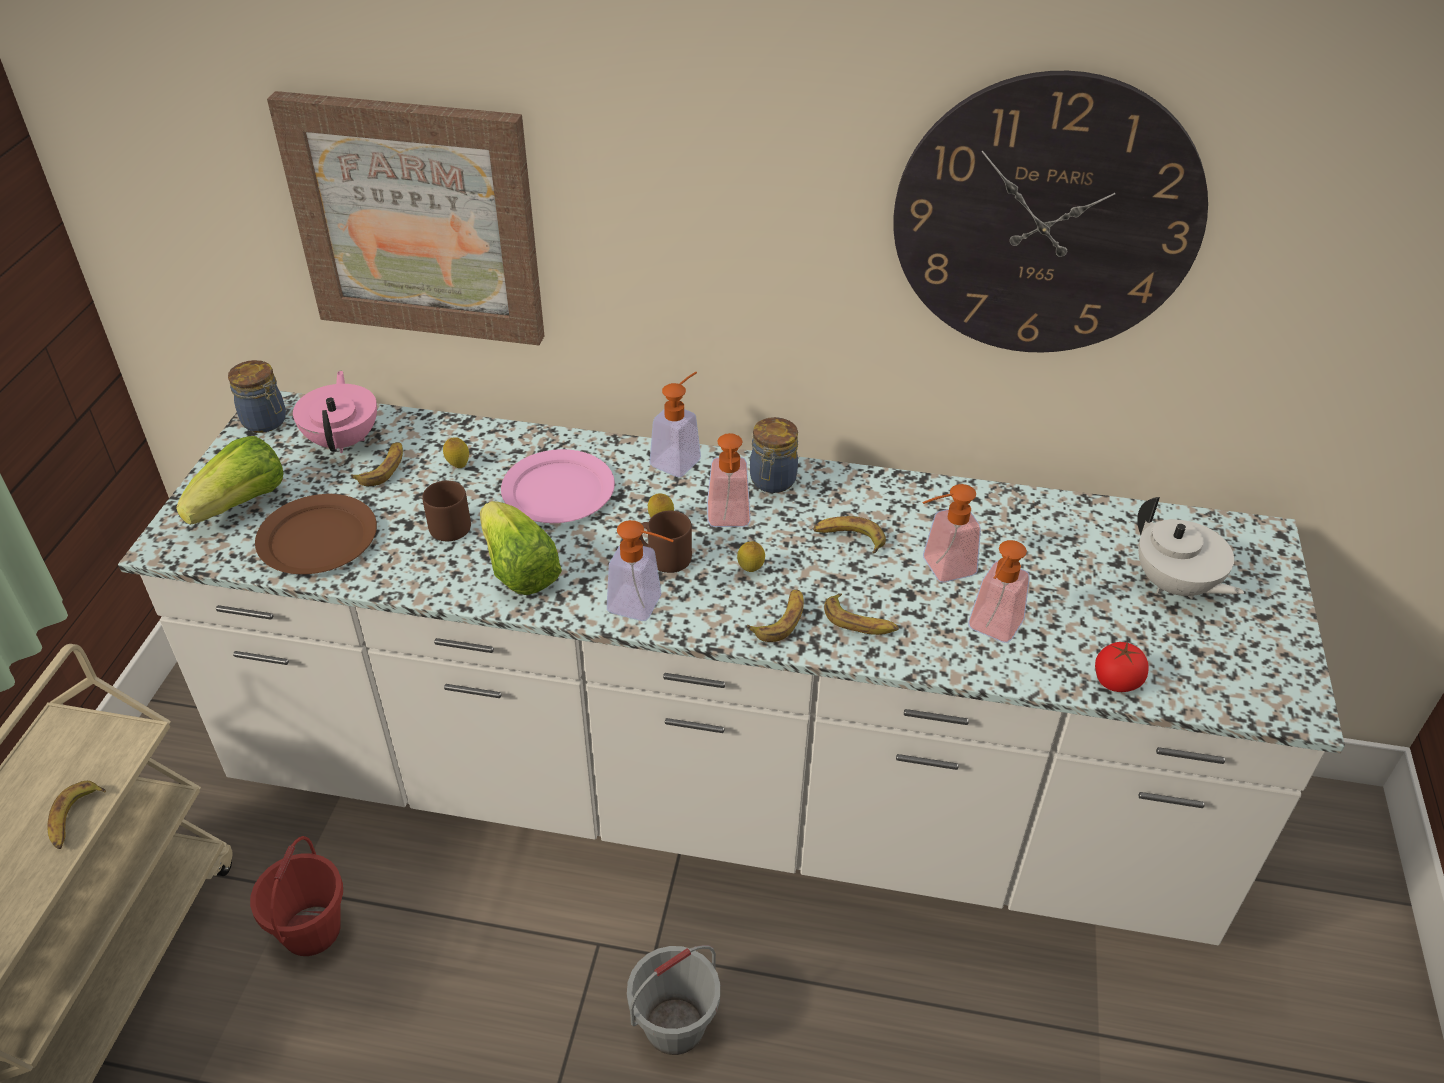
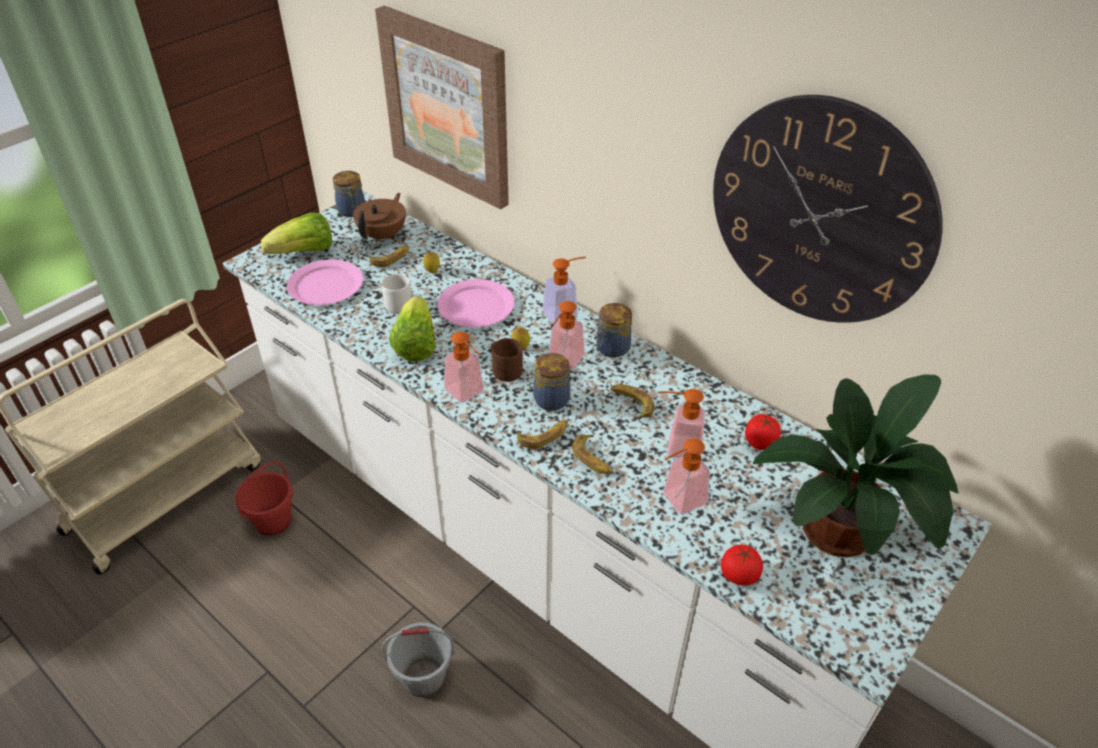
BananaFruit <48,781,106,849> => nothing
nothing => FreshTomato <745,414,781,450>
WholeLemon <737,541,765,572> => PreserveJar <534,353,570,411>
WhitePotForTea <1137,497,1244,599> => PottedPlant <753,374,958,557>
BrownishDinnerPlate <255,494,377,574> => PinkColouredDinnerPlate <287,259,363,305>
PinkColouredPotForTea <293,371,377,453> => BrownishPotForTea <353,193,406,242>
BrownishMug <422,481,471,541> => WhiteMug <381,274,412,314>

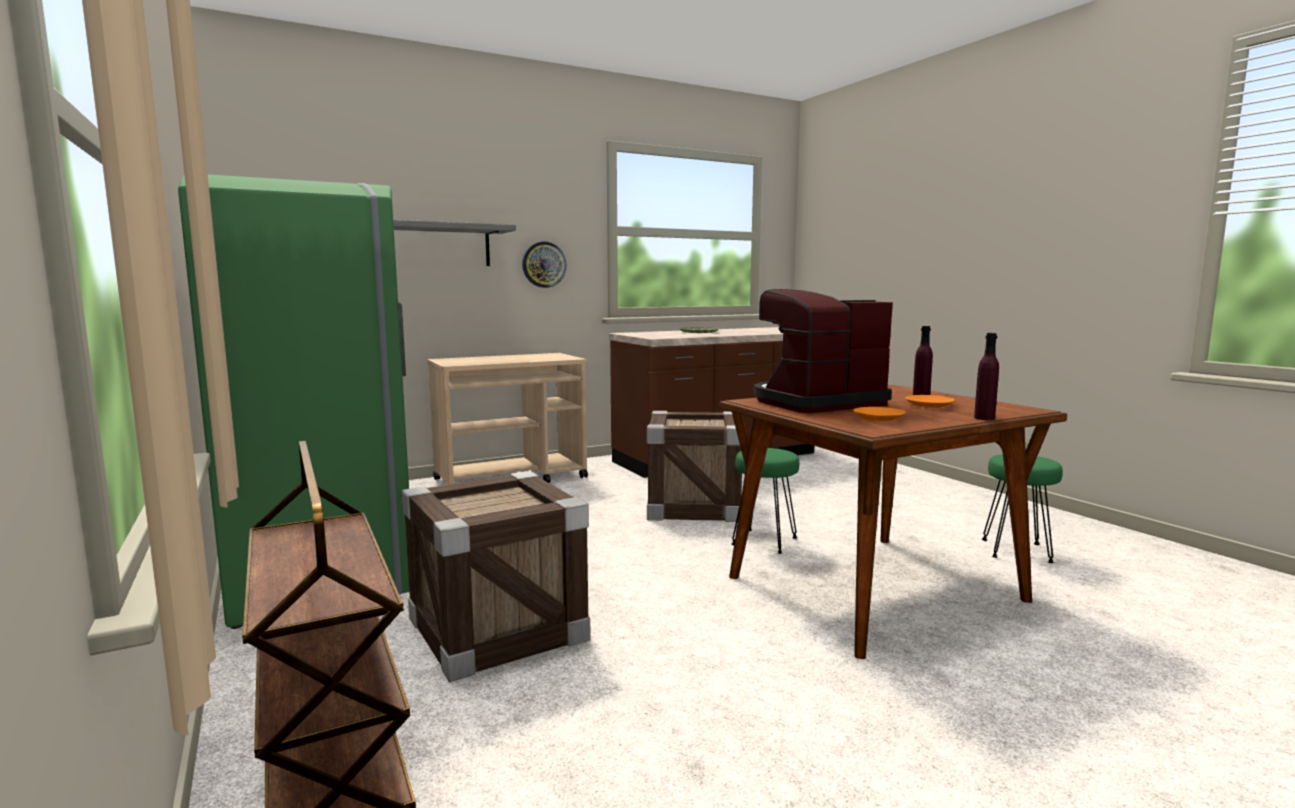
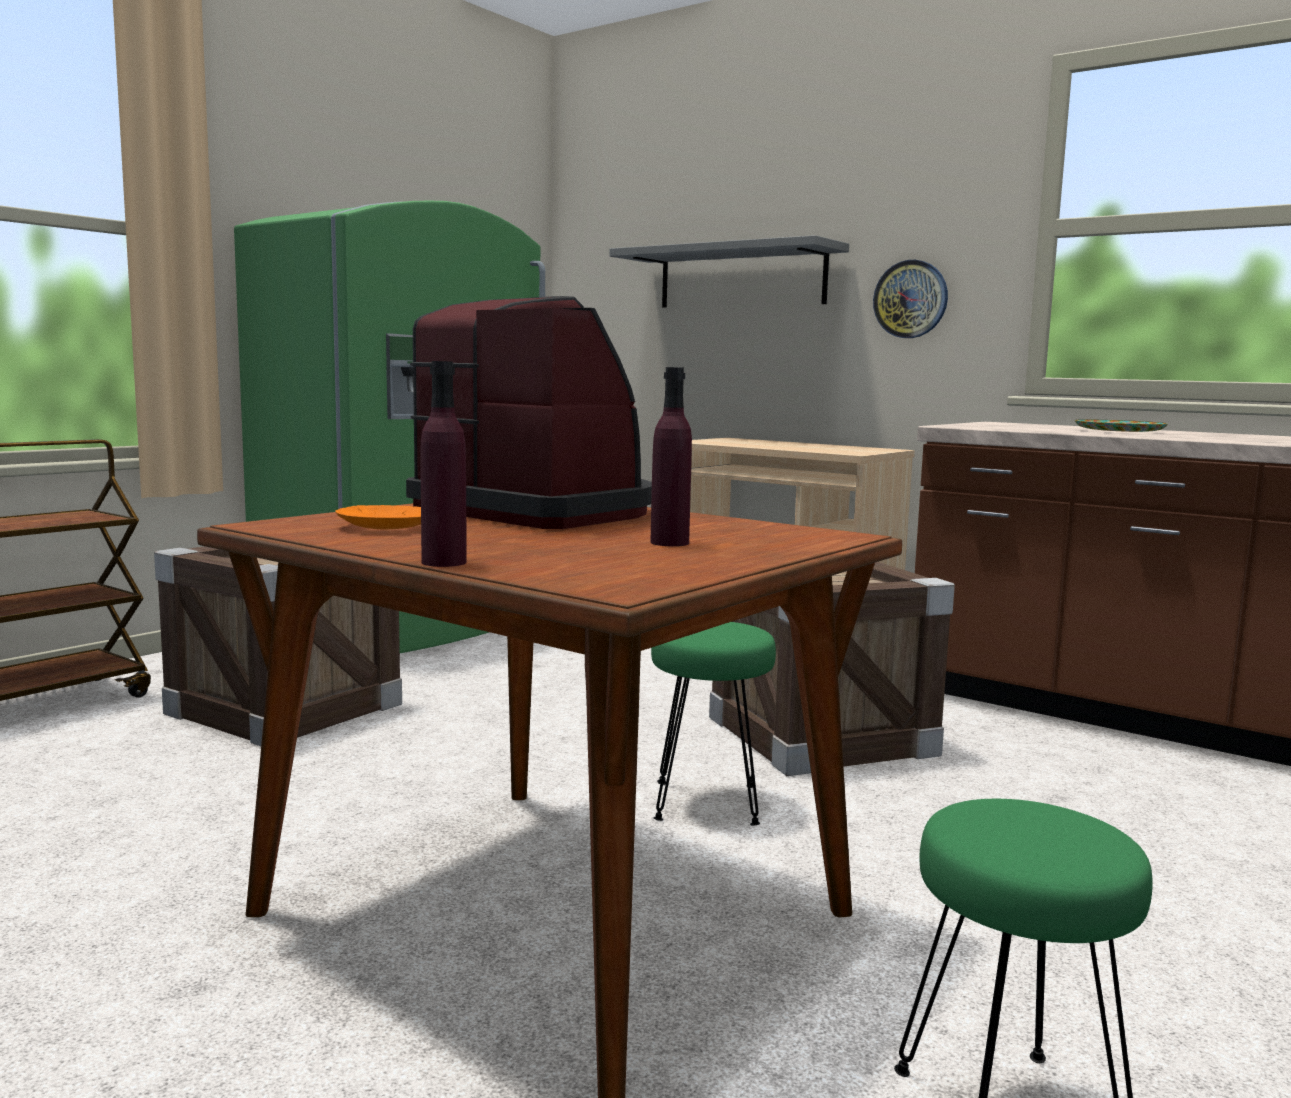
OrangeyDinnerPlate <905,395,955,408> => nothing

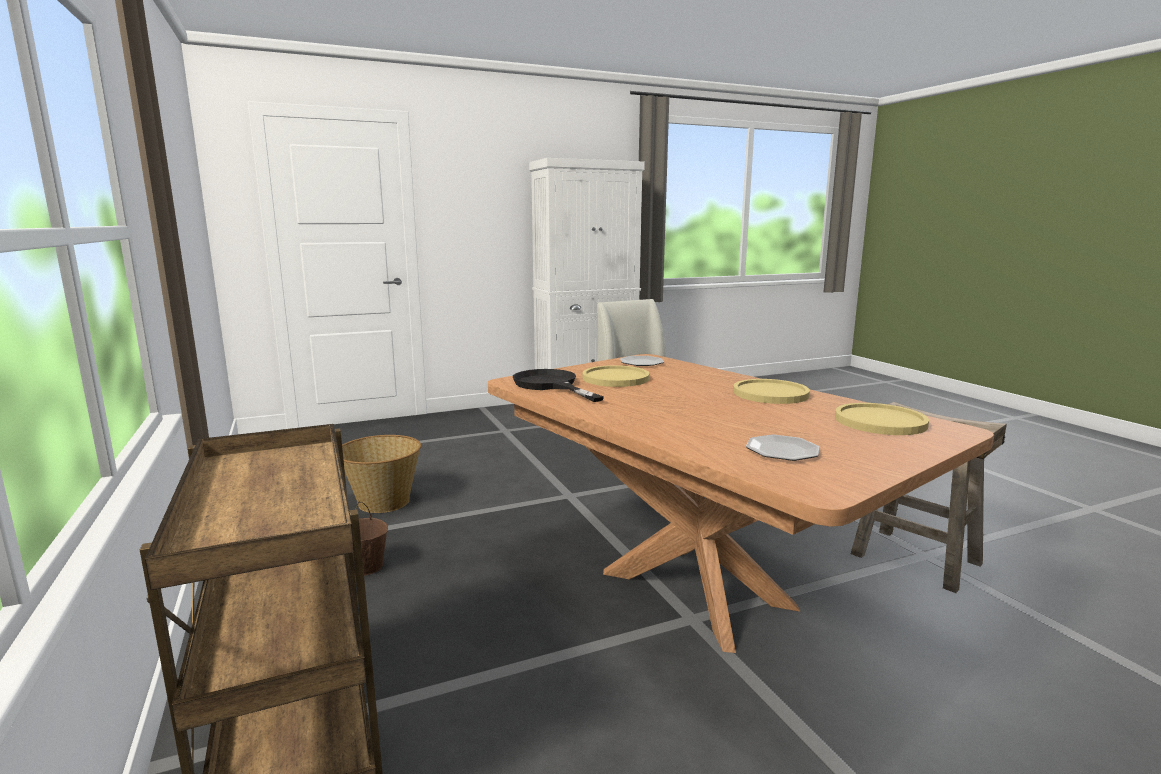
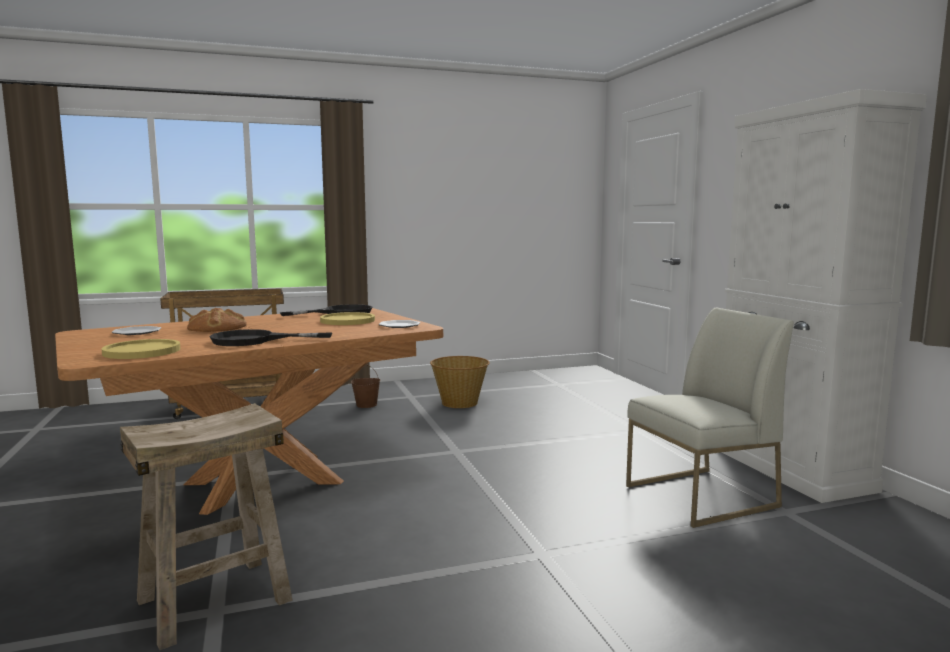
nothing => BakedBread <187,308,247,332>
YellowColouredDinnerPlate <733,379,810,404> => BlackishSkillet <210,329,332,346>

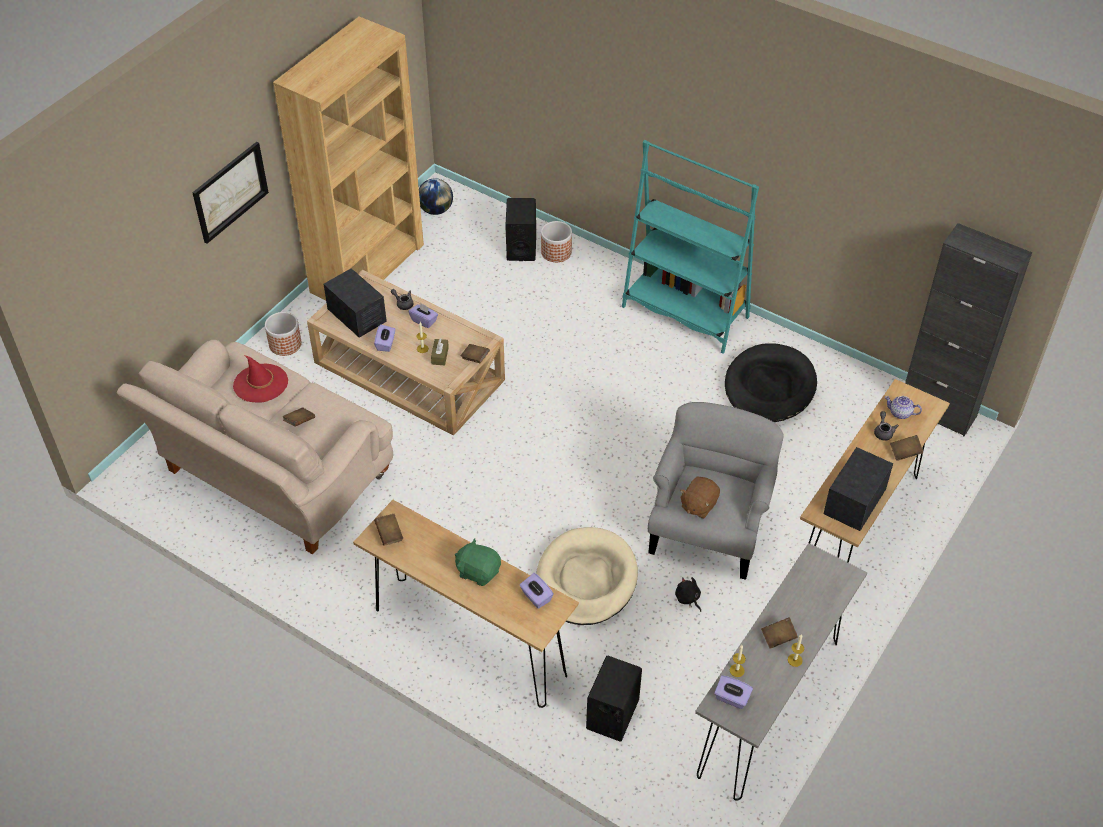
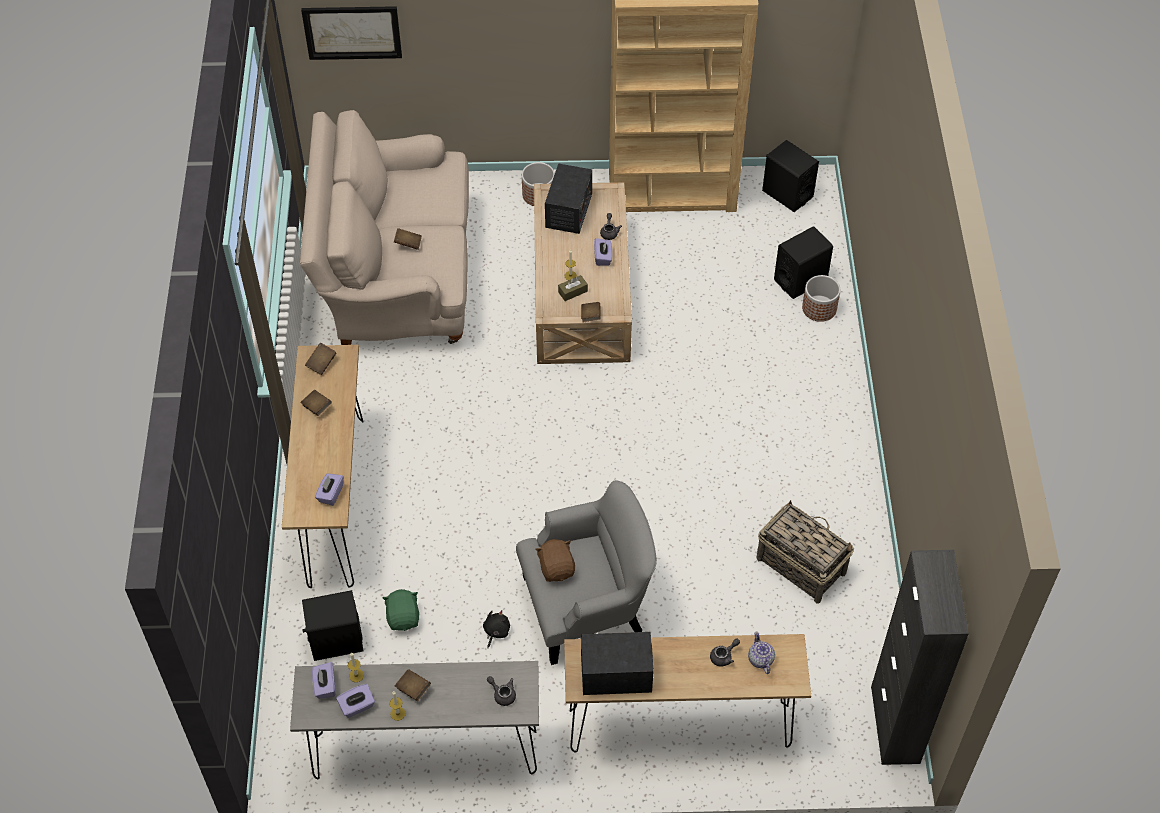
RedColouredHat <233,355,288,402> => nothing
BeigePetBed <536,527,638,625> => nothing
BlueGreenShelvingUnit <622,140,759,354> => nothing
nothing => GrayPotForTea <487,676,516,706>
Picture <192,142,269,244> => Picture <301,6,402,60>, move
PurpleBoxOfTissues <374,324,395,352> => PurpleBoxOfTissues <336,684,375,718>, move
GreenColouredSoftToy <455,538,501,586> => GreenColouredSoftToy <382,589,419,631>, move
BrownishBook <890,435,923,461> => BrownishBook <300,390,332,416>, move
WorldGlobe <419,178,453,215> => BlackishSpeaker <762,140,819,212>
BlackishPetBed <725,343,817,422> => Basket <756,500,854,604>
BrownishSoftToy <680,476,720,519> => BrownishSoftToy <535,539,575,582>, 75 degrees clockwise

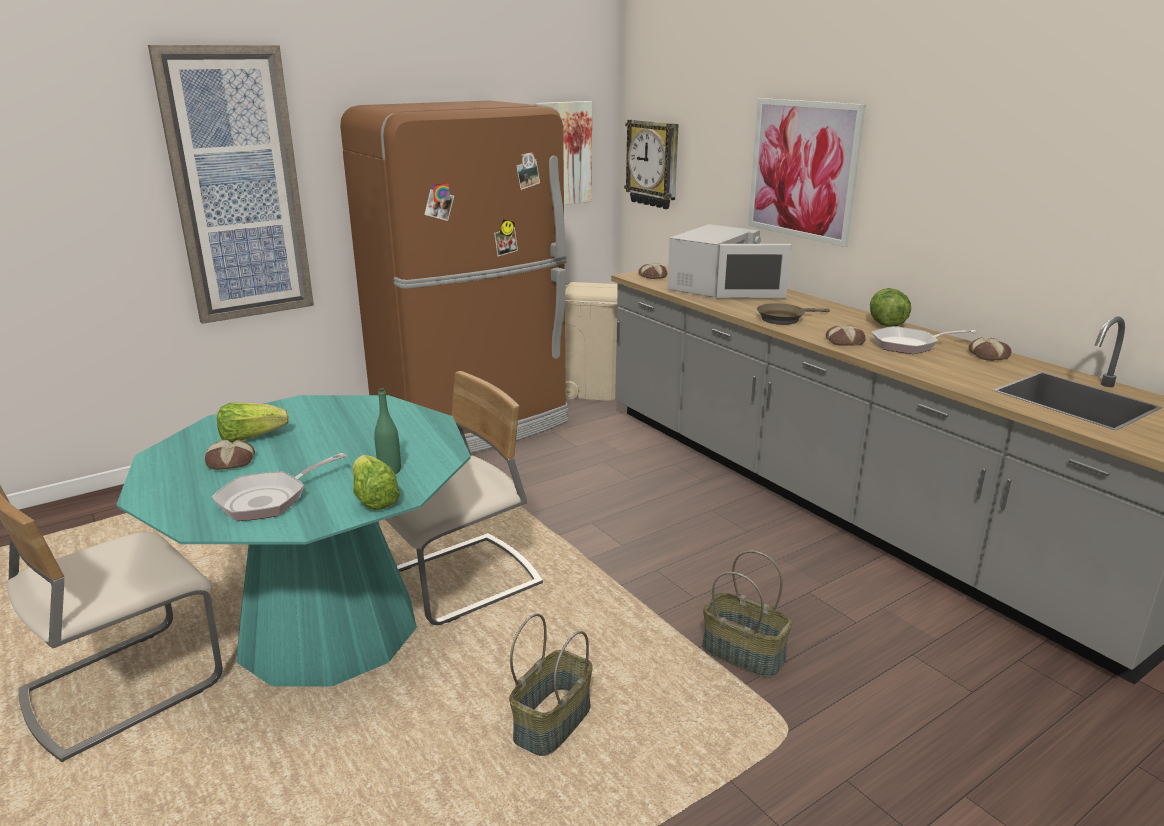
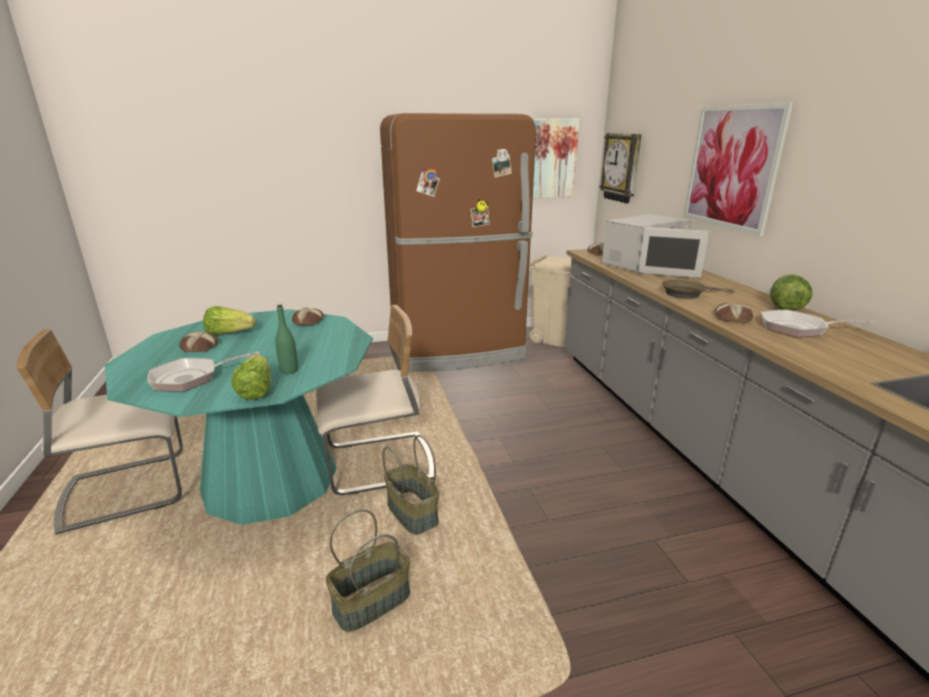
Picture <148,45,314,324> => nothing
Basket <702,550,792,678> => Basket <383,435,439,535>, move
BakedBread <969,337,1011,361> => BakedBread <292,307,324,325>, move

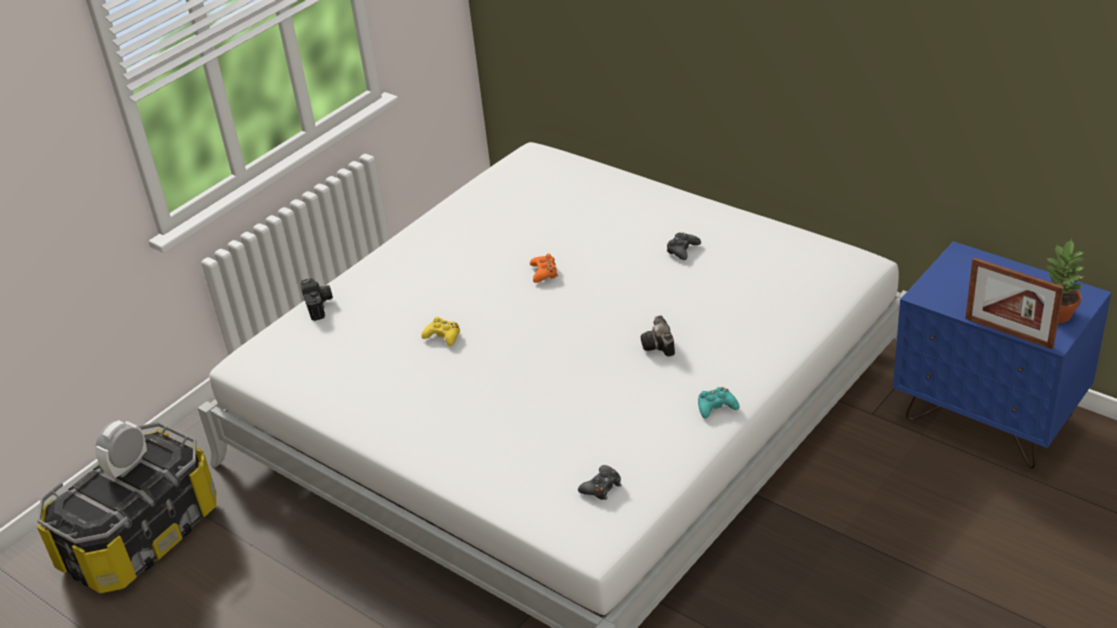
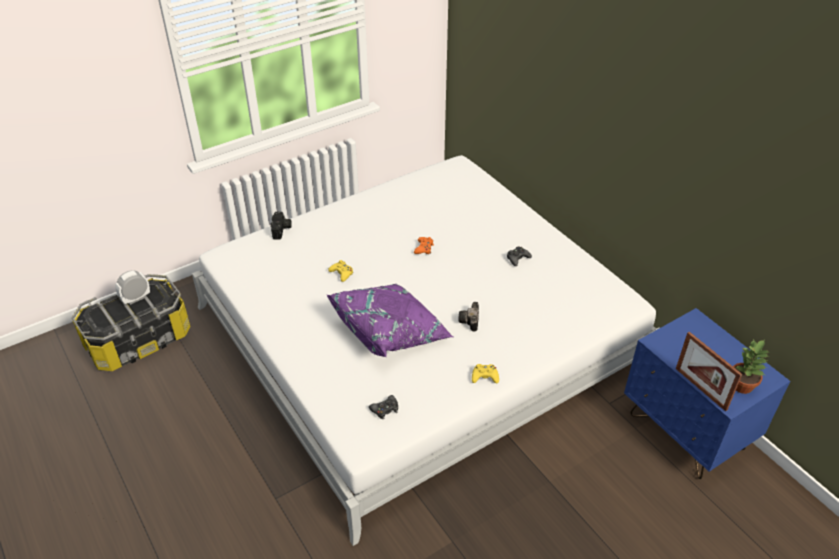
nothing => PurpleThrowPillow <327,284,453,357>
BlueGreenJoypad <698,387,739,419> => YellowColouredJoypad <472,364,499,383>

